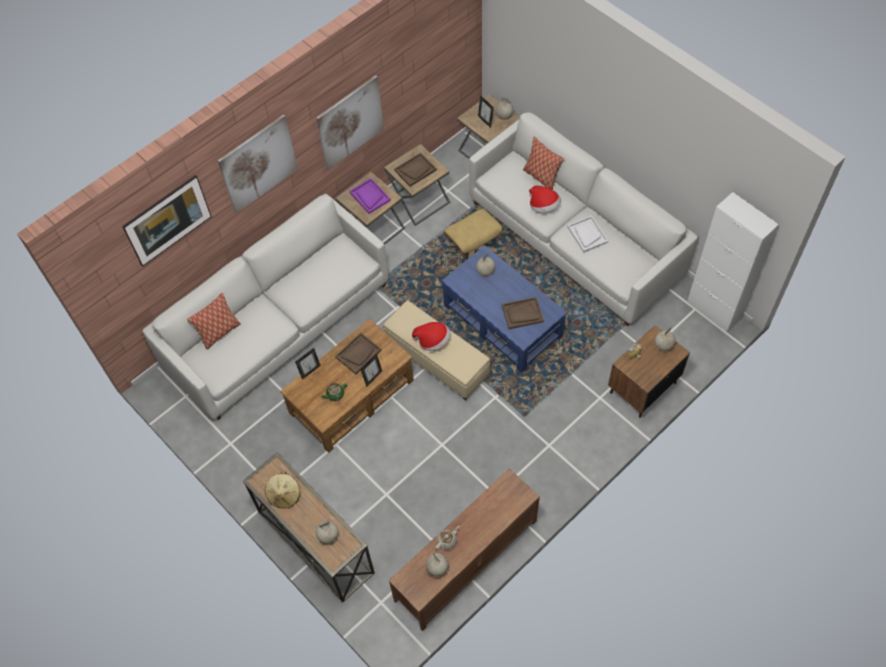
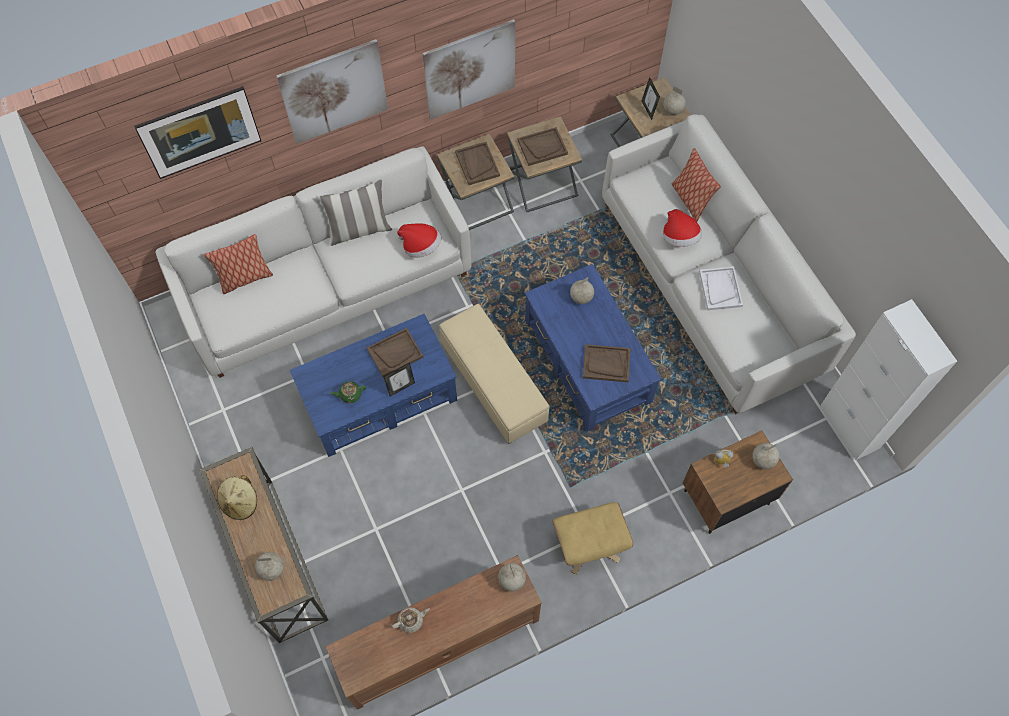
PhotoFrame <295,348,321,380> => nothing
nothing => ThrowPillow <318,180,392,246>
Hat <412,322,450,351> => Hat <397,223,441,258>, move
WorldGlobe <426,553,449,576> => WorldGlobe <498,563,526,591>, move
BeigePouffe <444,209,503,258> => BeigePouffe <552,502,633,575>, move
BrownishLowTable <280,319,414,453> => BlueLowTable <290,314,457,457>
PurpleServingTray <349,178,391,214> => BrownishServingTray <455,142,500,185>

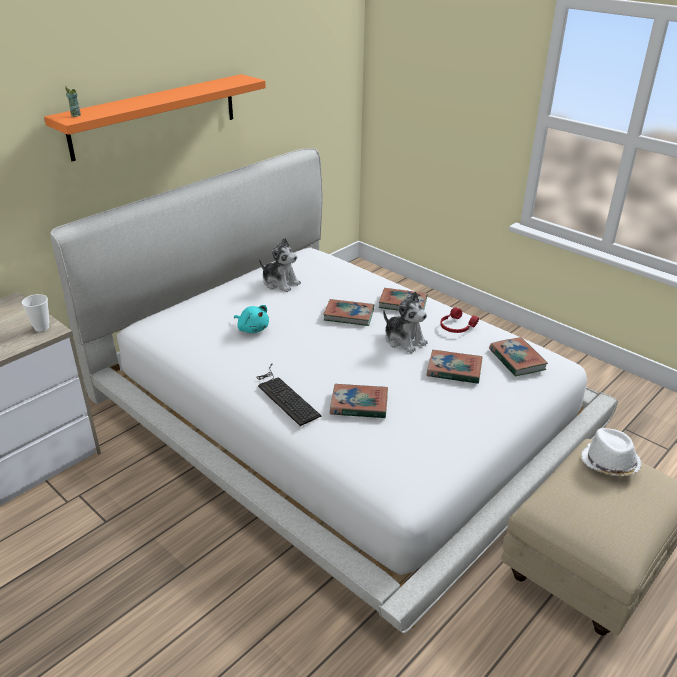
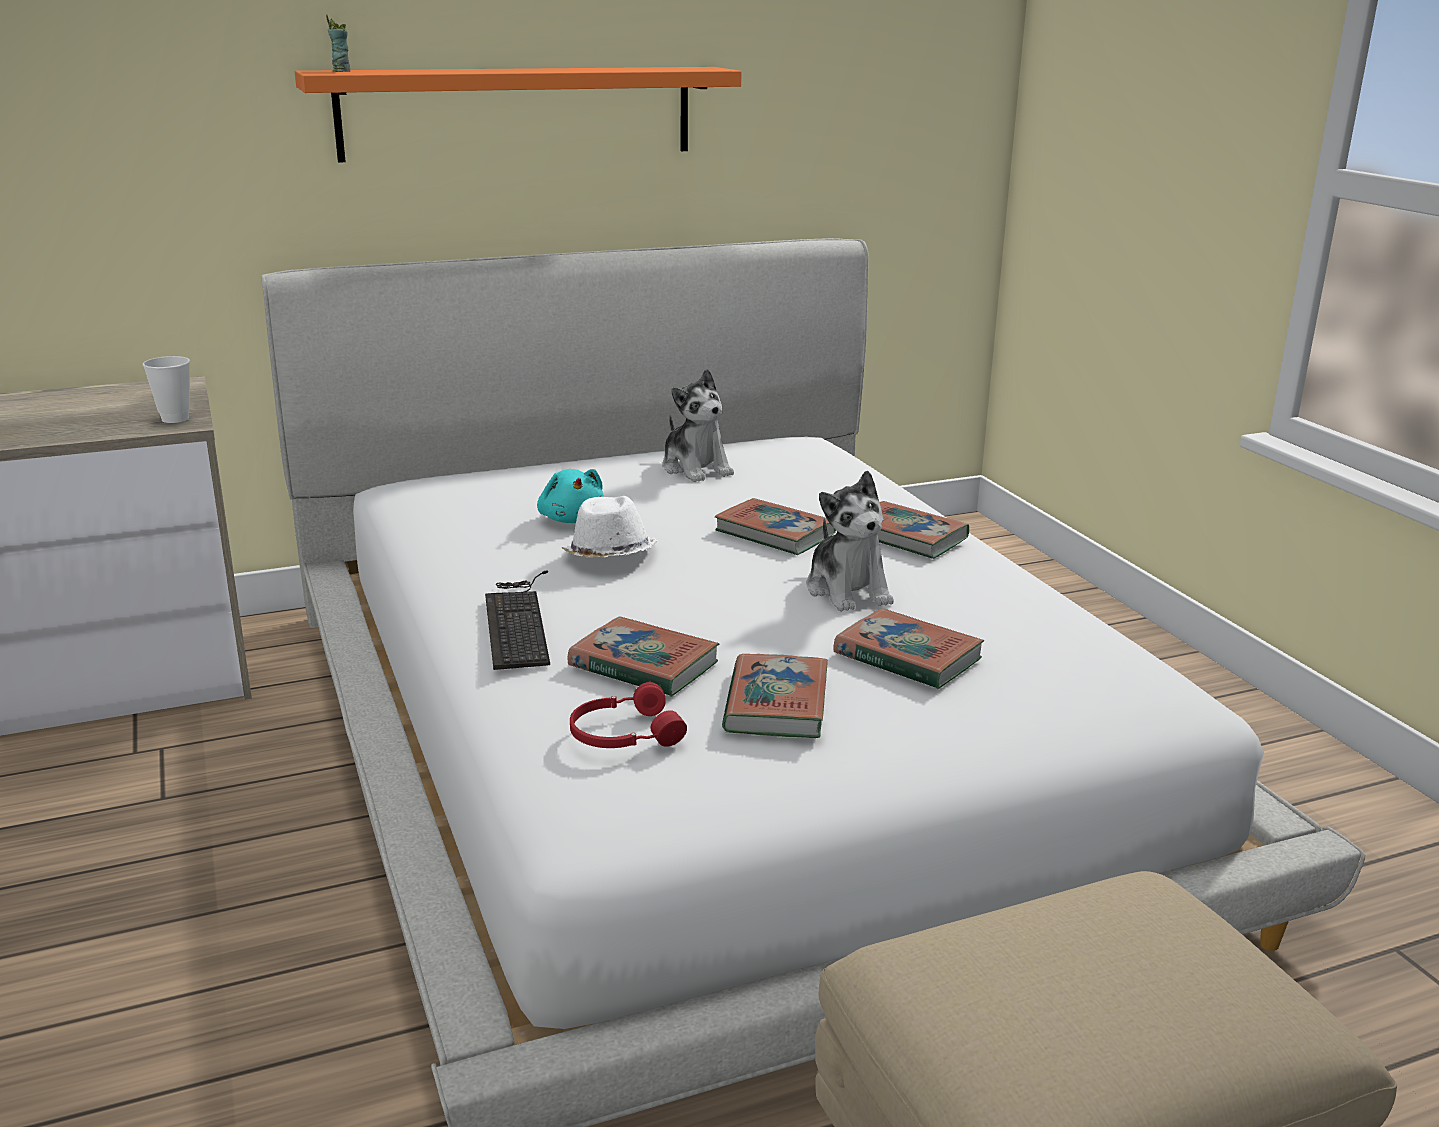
RedColouredPairOfHeadphones <440,307,479,333> => RedColouredPairOfHeadphones <570,682,687,748>, move
Book <489,337,548,376> => Book <722,654,828,738>, move
WhiteHat <581,428,642,476> => WhiteHat <562,496,657,558>, move

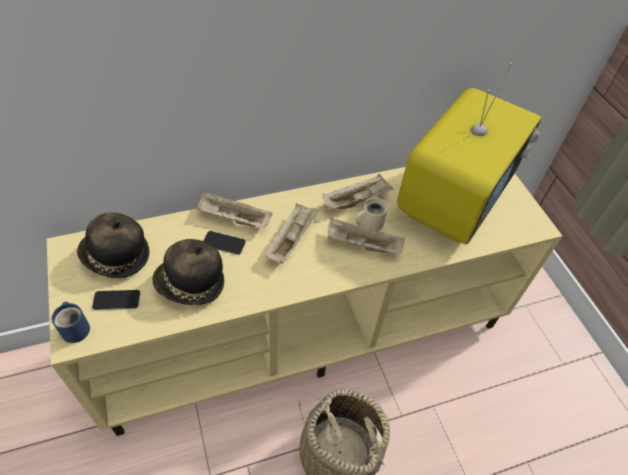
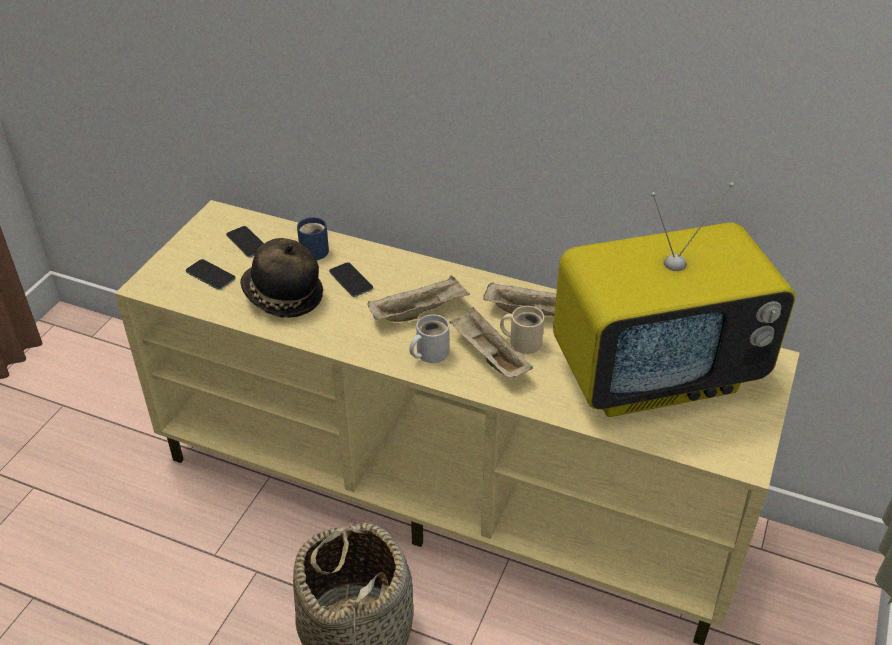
BeigeServingTray <197,191,273,227> => nothing
nothing => WhiteMug <409,314,449,363>
BlueMug <52,301,90,343> => BlueMug <297,217,329,260>, move
Hat <77,212,150,278> => Handset <226,226,264,257>

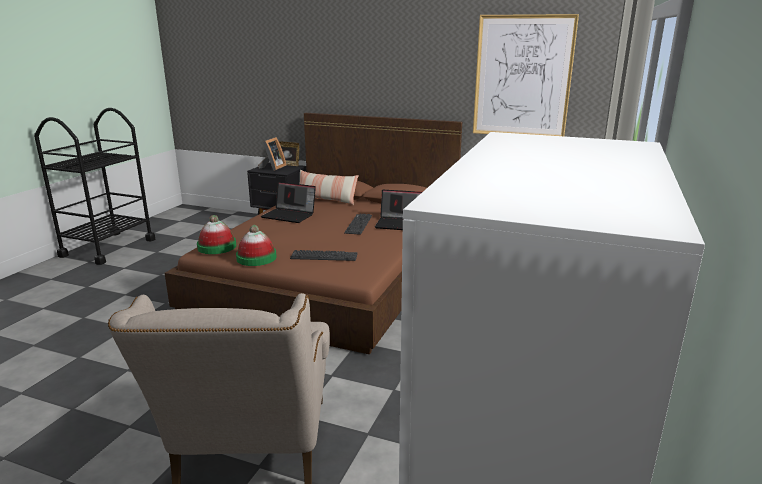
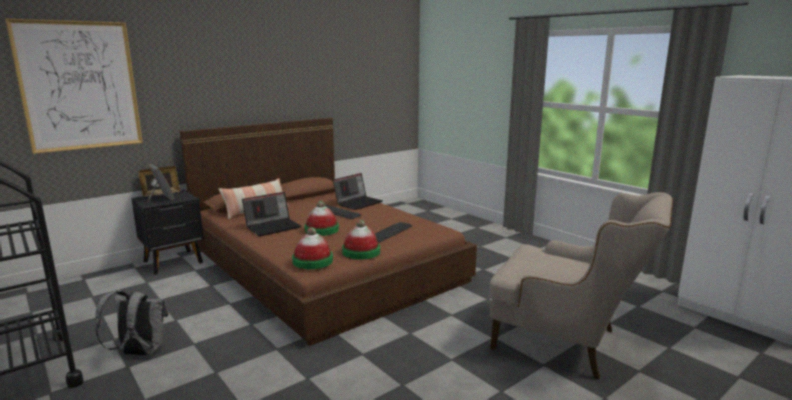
nothing => GrayRucksack <95,290,168,356>
nothing => Hat <304,201,339,236>
Picture <473,14,579,136> => Picture <5,19,143,154>, move

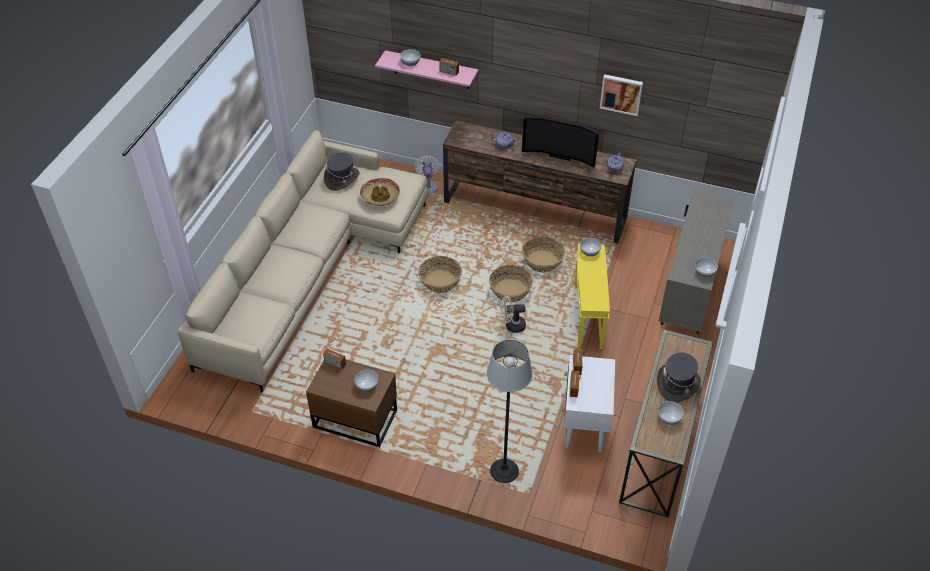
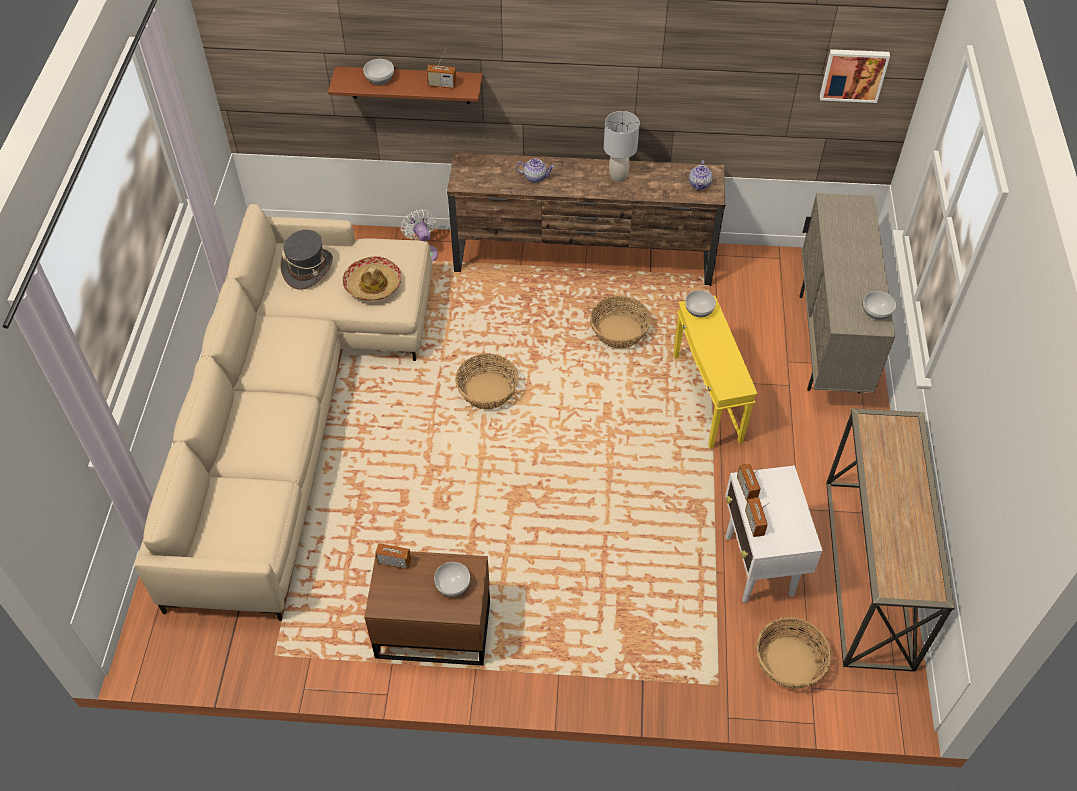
StandingLamp <487,340,533,483> => nothing
BeigeElectricFan <500,296,526,333> => nothing
GrayHat <657,352,701,402> => nothing
DeepDish <658,401,684,425> => nothing
Basket <489,265,533,302> => Basket <756,617,832,689>, move
Picture <600,74,643,116> => Picture <820,49,890,103>, move
Tv <522,116,599,168> => GrayTableLamp <604,111,640,182>
PinkColouredShelf <375,50,478,89> => BrownishShelf <328,67,483,104>

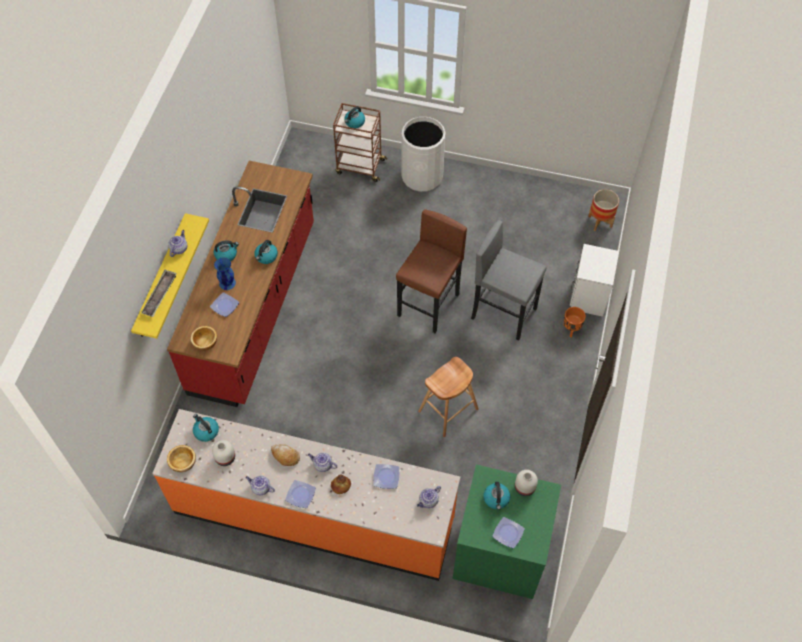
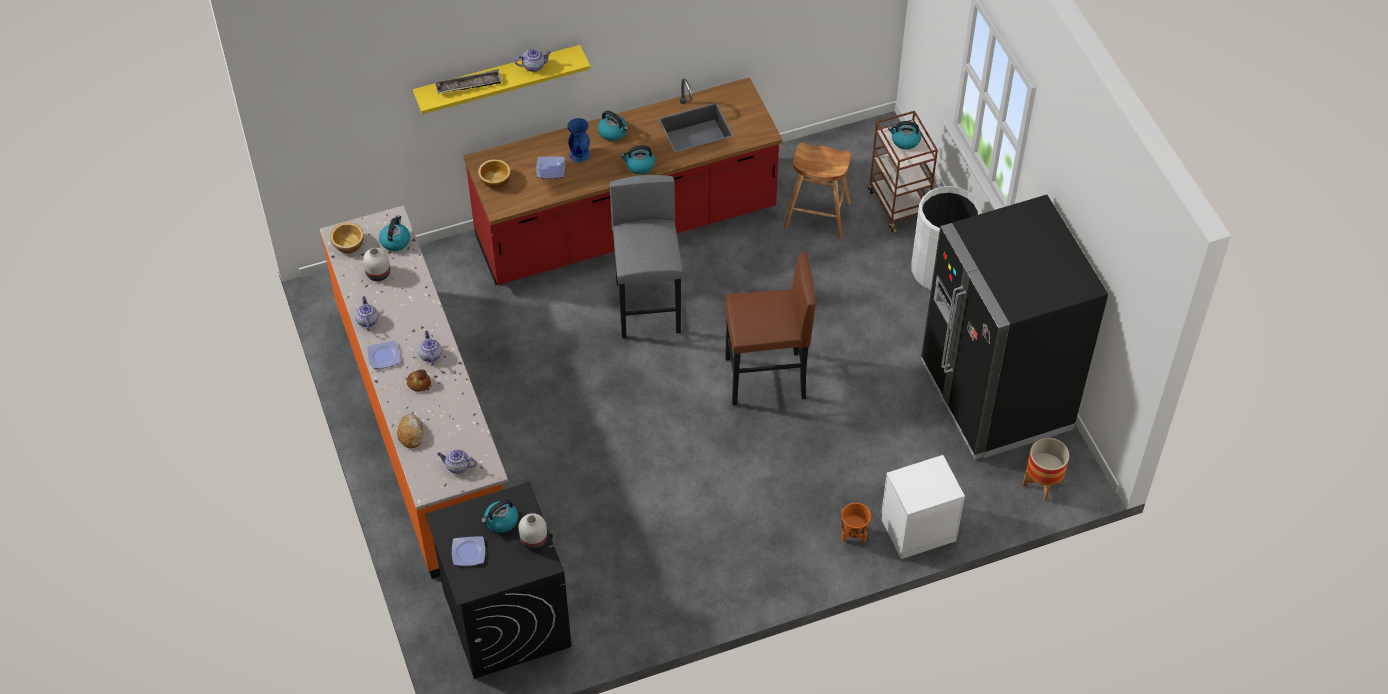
DinnerPlate <373,464,399,489> => nothing
nothing => BlackishRefrigerator <921,195,1108,459>
BakedBread <271,444,300,466> => BakedBread <397,413,424,448>, move
BrownishSittingStool <418,357,479,437> => BrownishSittingStool <783,142,851,239>, move
GraySittingStool <471,220,547,341> => GraySittingStool <609,175,683,338>, move
GreenColouredLaundryMachine <453,465,561,599> => BlackishLaundryMachine <425,482,571,679>

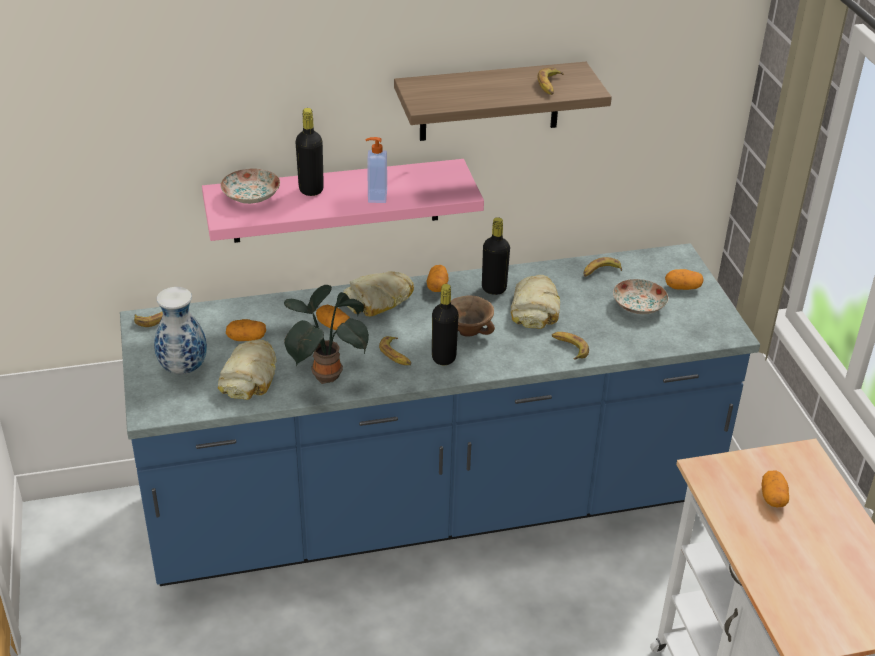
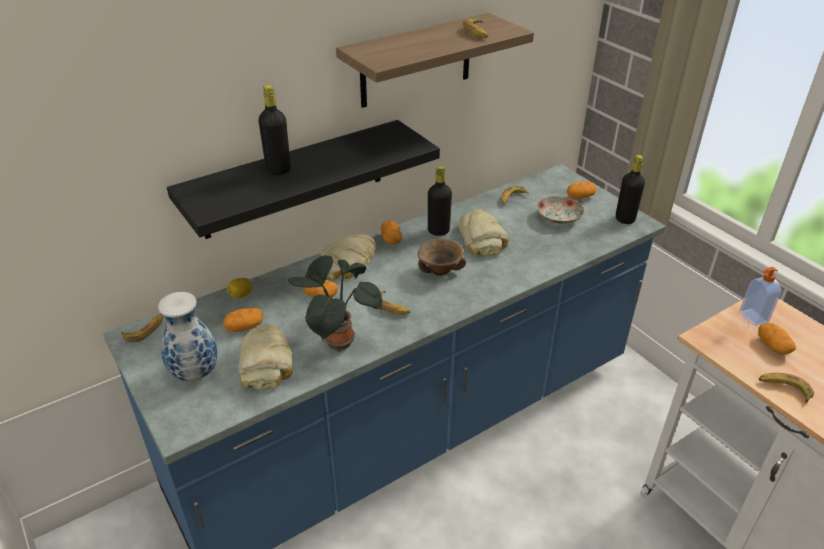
DinnerPlate <220,169,280,204> => nothing
nothing => WholeLemon <226,278,253,298>
SoapDispenser <366,137,387,203> => SoapDispenser <739,267,781,326>, move
BlackishBottle <432,284,459,365> => BlackishBottle <616,155,645,224>, move
BananaFruit <552,332,589,360> => BananaFruit <759,373,814,402>, move
PinkColouredShelf <202,159,484,243> => BlackishShelf <167,120,440,239>

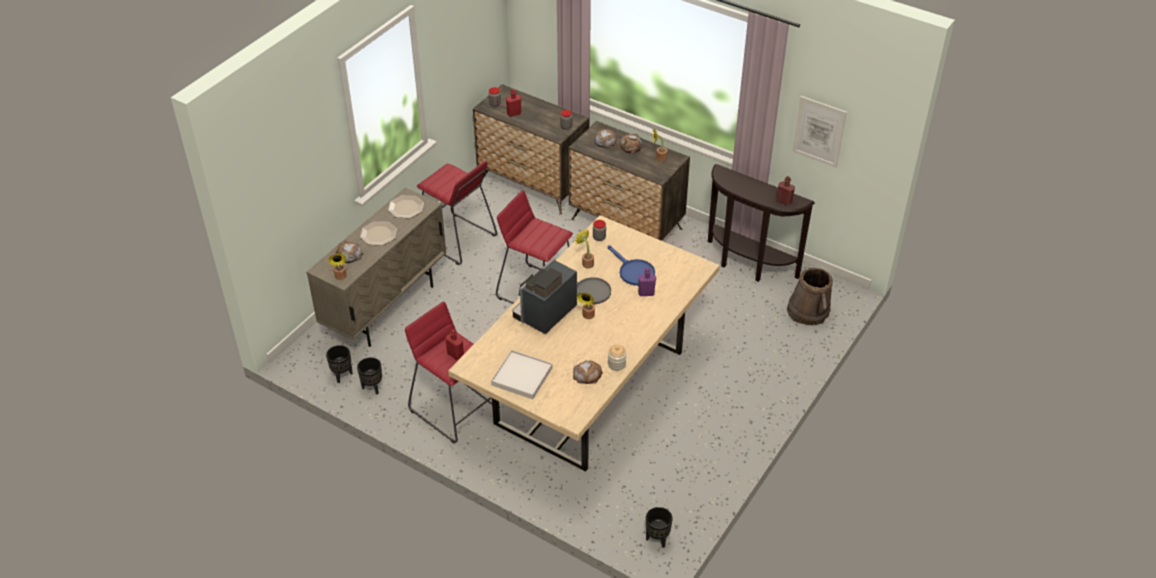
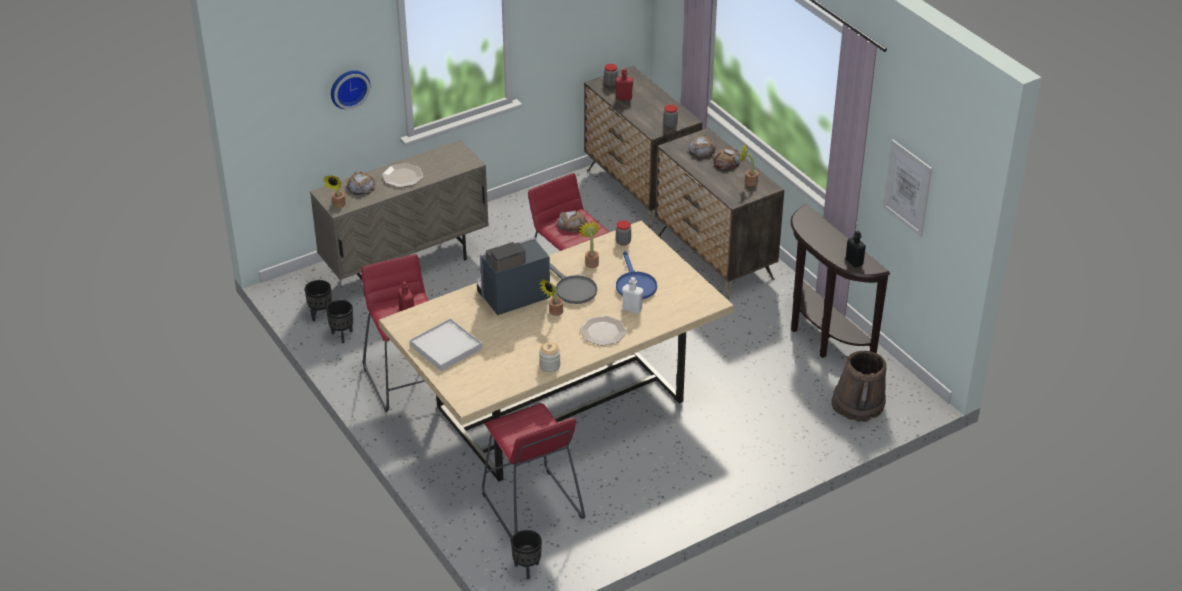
nothing => ClockOnTheWall <331,70,370,110>
DinnerPlate <388,195,424,218> => DinnerPlate <580,316,627,346>, move
RedColouredSittingStool <417,161,497,265> => RedColouredSittingStool <482,403,585,541>, move
BakedBread <573,360,603,384> => BakedBread <557,210,587,233>, move
PurpleBottle <638,268,656,296> => WhiteBottle <622,277,643,313>
RedColouredBottle <777,176,795,206> => BlackishBottle <846,231,866,268>

